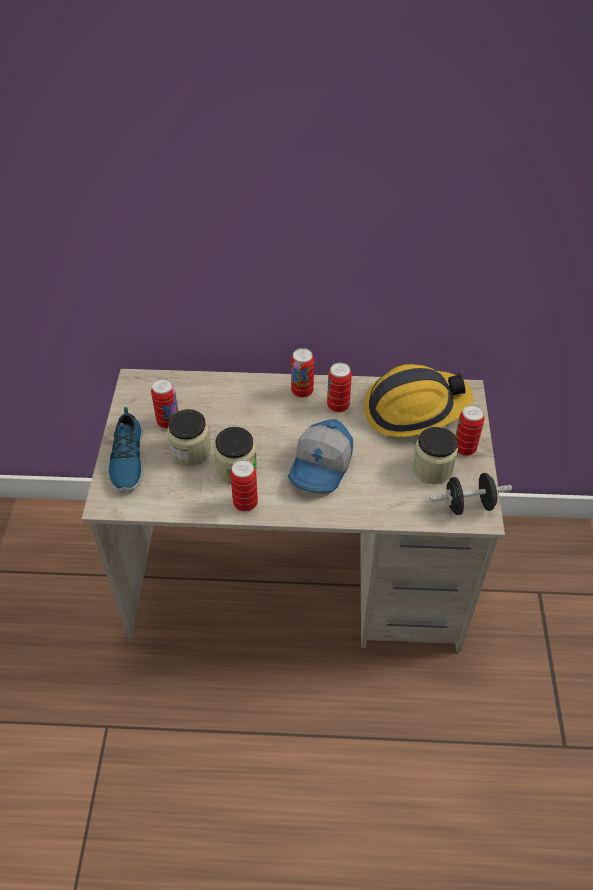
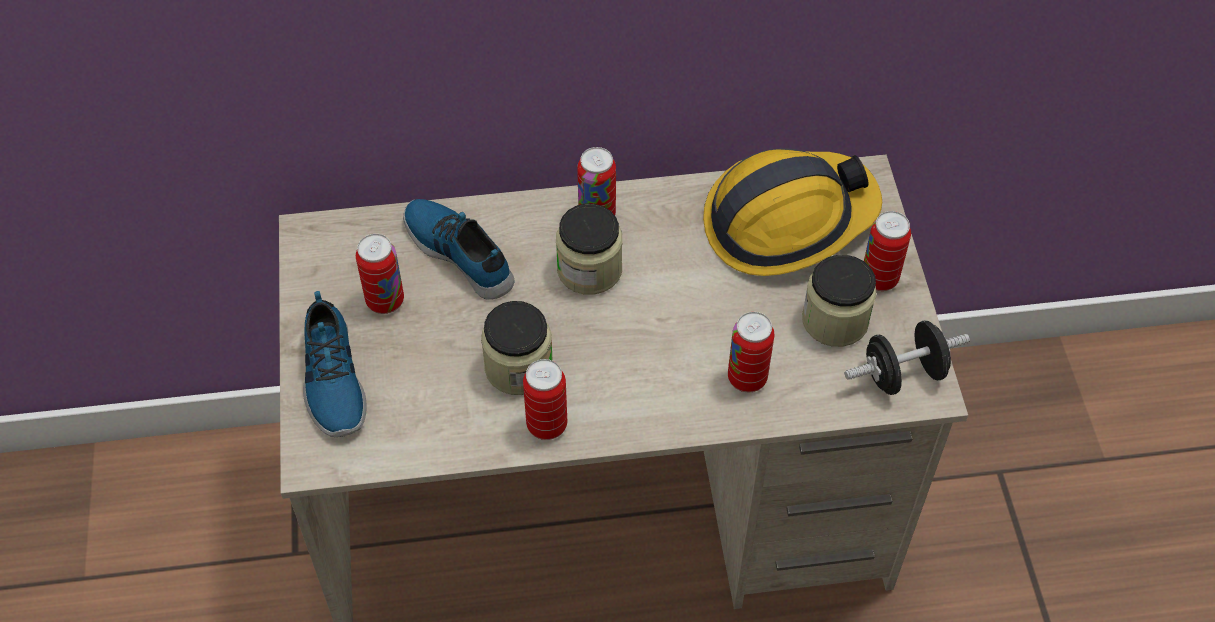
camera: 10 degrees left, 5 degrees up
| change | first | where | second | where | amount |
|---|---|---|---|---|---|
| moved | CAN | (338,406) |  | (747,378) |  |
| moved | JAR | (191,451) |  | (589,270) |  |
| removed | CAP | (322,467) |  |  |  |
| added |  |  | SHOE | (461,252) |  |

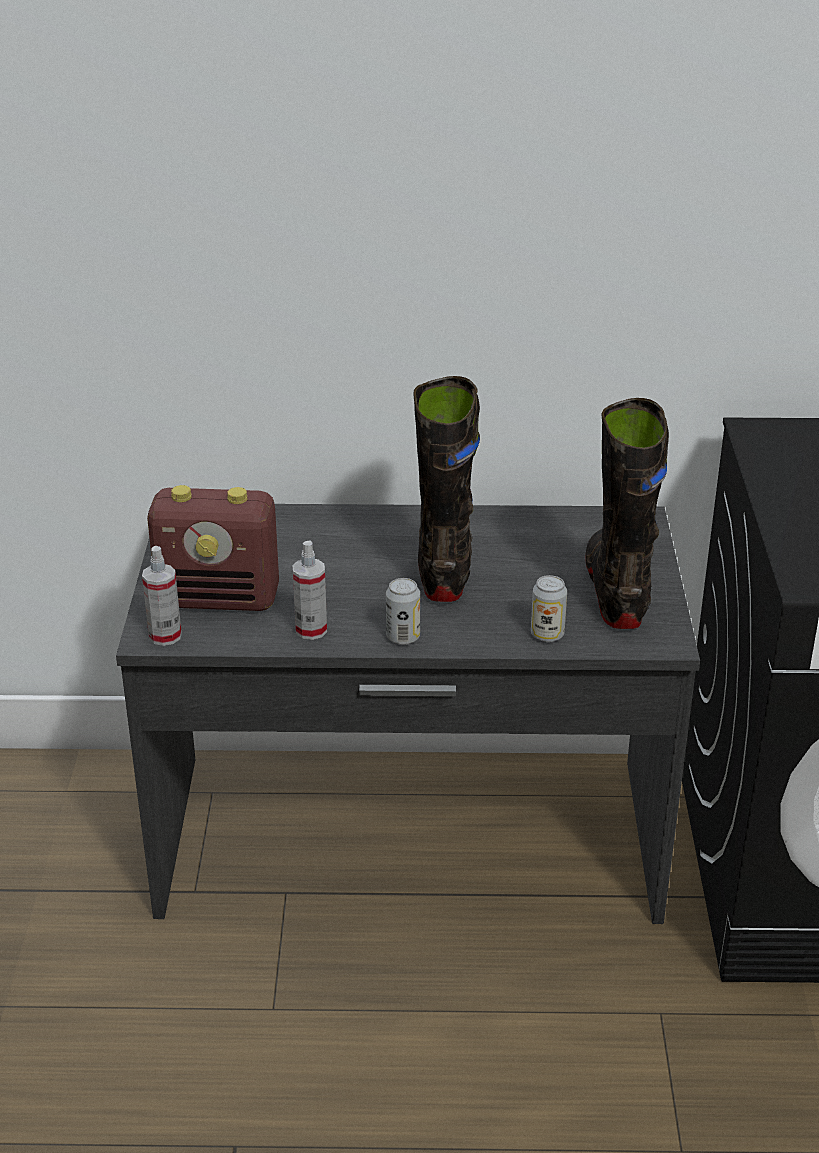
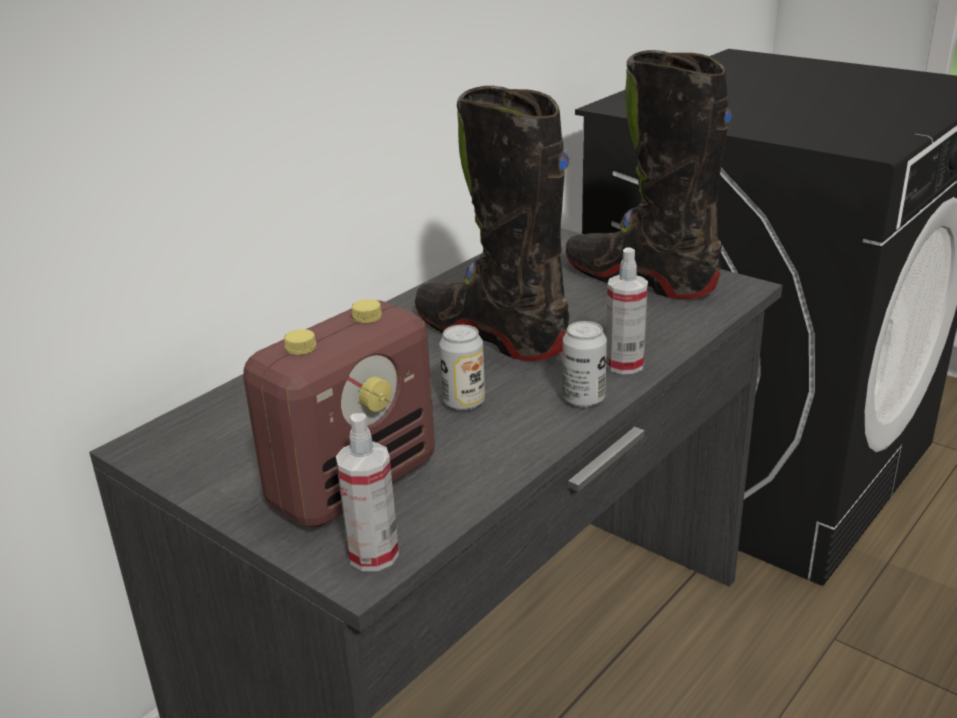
camera: 50 degrees left, 5 degrees down
| change | first | where | second | where | amount |
|---|---|---|---|---|---|
| moved | SPRAY BOTTLE | (311,630) |  | (624,364) |  |
| moved | CAN | (547,634) |  | (464,402) |  |

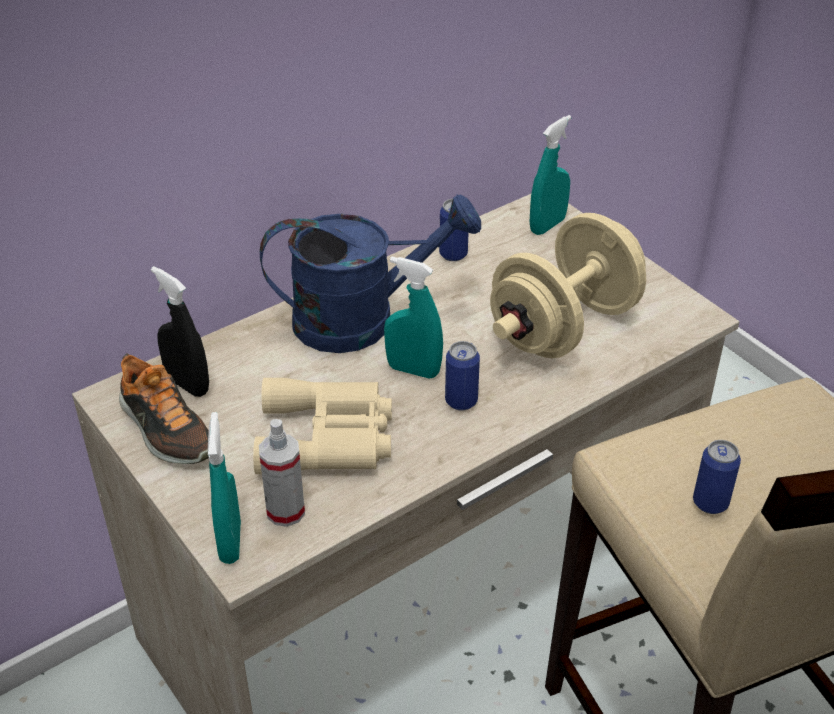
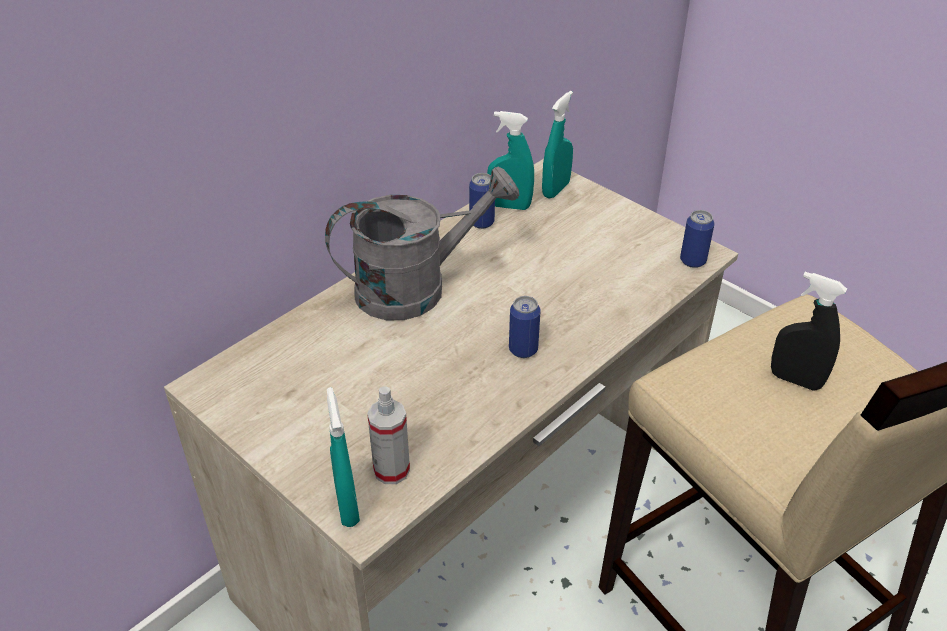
camera: 10 degrees left, 0 degrees up
| change | first | where | second | where | amount |
|---|---|---|---|---|---|
| recoloured | BLUE WATERING CAN | (362,318) | GREY WATERING CAN | (416,287) |  |
| removed | BEIGE DUMBBELL | (564,326) |  |  |  |
| moved | TURQUOISE SPRAY BOTTLE | (413,370) |  | (509,206) |  |
| moved | BLACK SPRAY BOTTLE | (187,384) |  | (795,380) |  |
| removed | SHOE | (166,430) |  |  |  |
| removed | BEIGE BINOCULARS | (329,437) |  |  |  |
| moved | CAN | (710,502) |  | (693,261) |  |

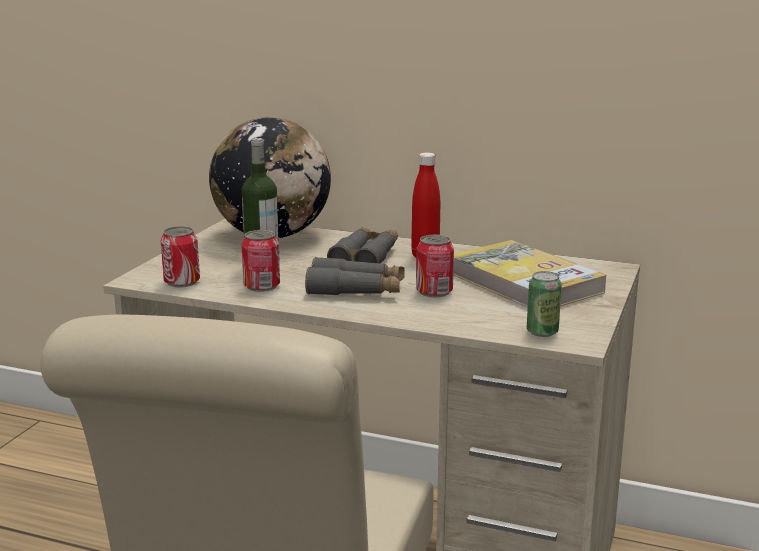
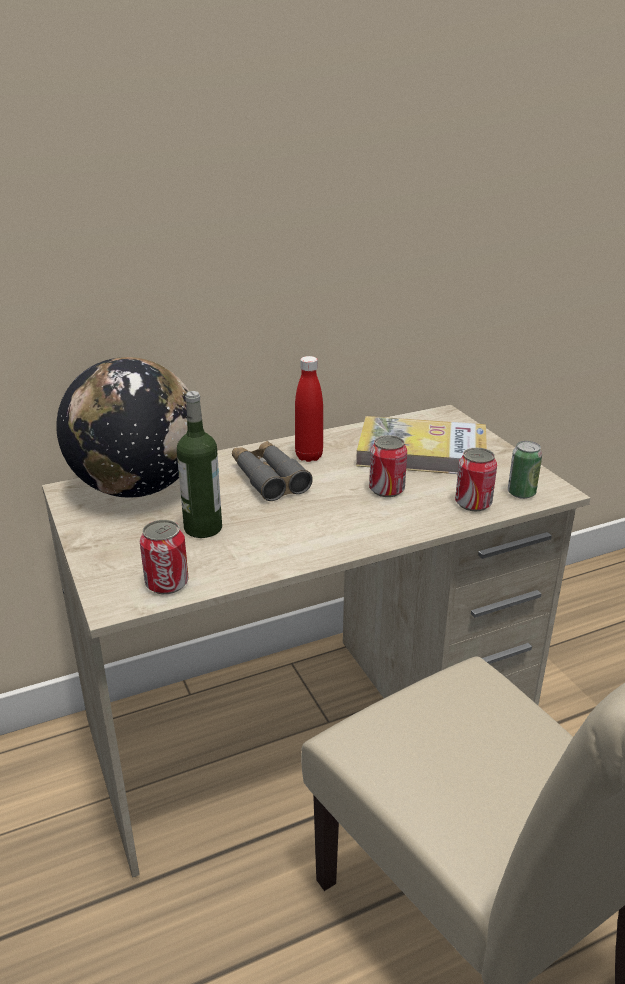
camera: 45 degrees left, 10 degrees up
| change | first | where | second | where | amount |
|---|---|---|---|---|---|
| moved | CAN | (262,286) |  | (473,503) |  |
| removed | GREY BINOCULARS | (356,290) |  |  |  |

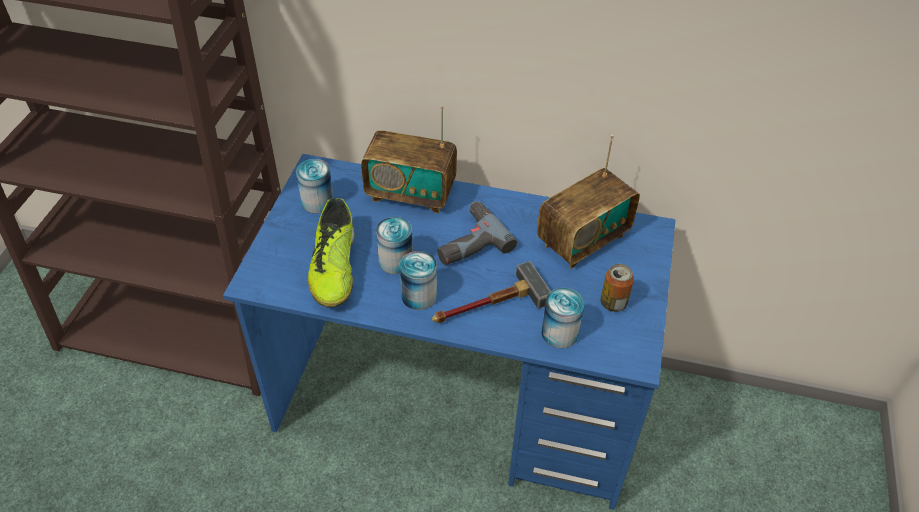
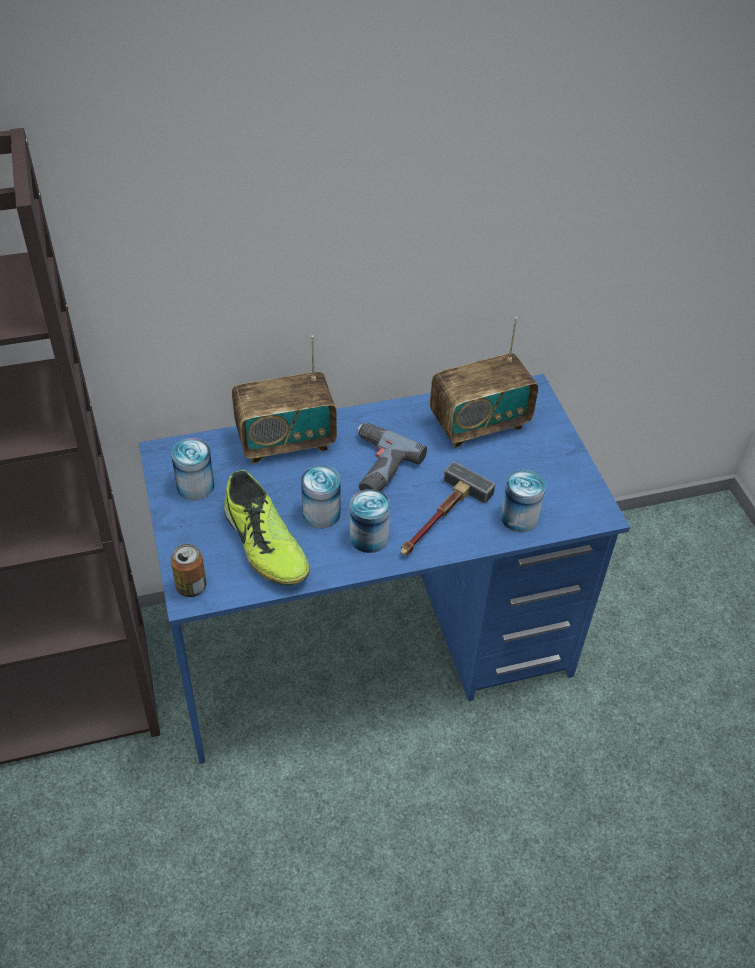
camera: 30 degrees left, 0 degrees up
| change | first | where | second | where | amount |
|---|---|---|---|---|---|
| turned | RADIO | (583,240) |  | (479,424) | 45 degrees clockwise |
| moved | CAN | (613,303) |  | (191,587) |  |

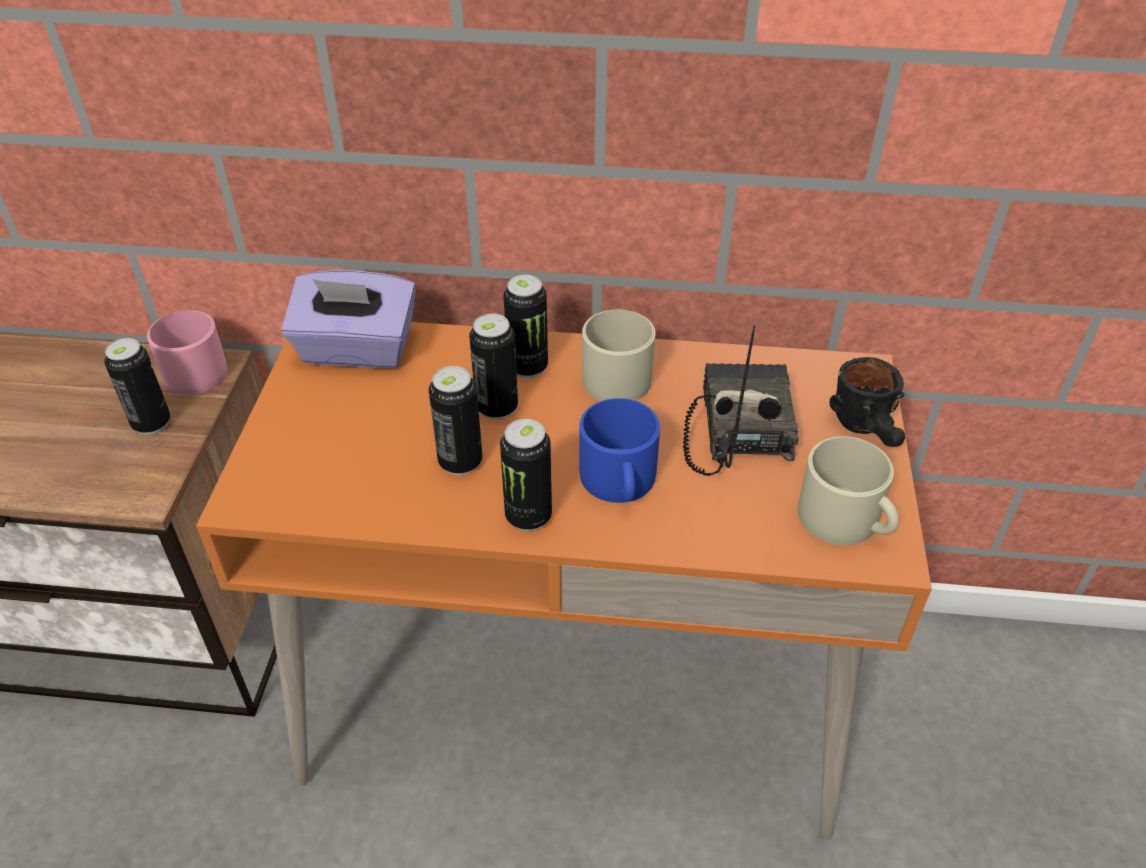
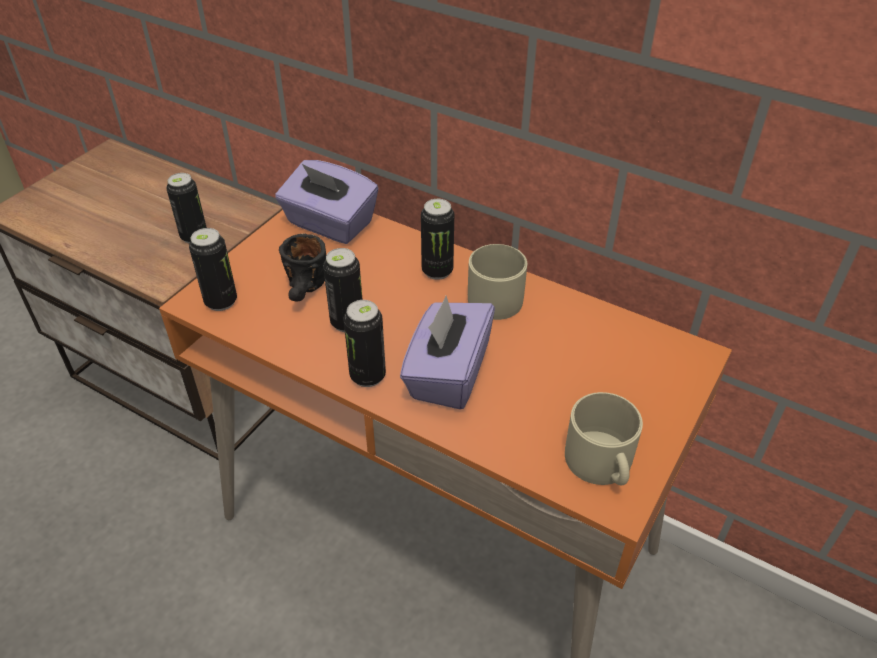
camera: 25 degrees right, 0 degrees up
| change | first | where | second | where | amount |
|---|---|---|---|---|---|
| removed | PINK MUG | (196,368) |  |  |  |
| moved | CAN | (497,407) |  | (221,301) |  |
| removed | RADIO | (736,428) |  |  |  |
| moved | BLACK MUG | (871,431) |  | (307,291) |  |
| replaced | BLUE MUG | (619,482) | PURPLE TISSUE BOX | (447,374) |  |

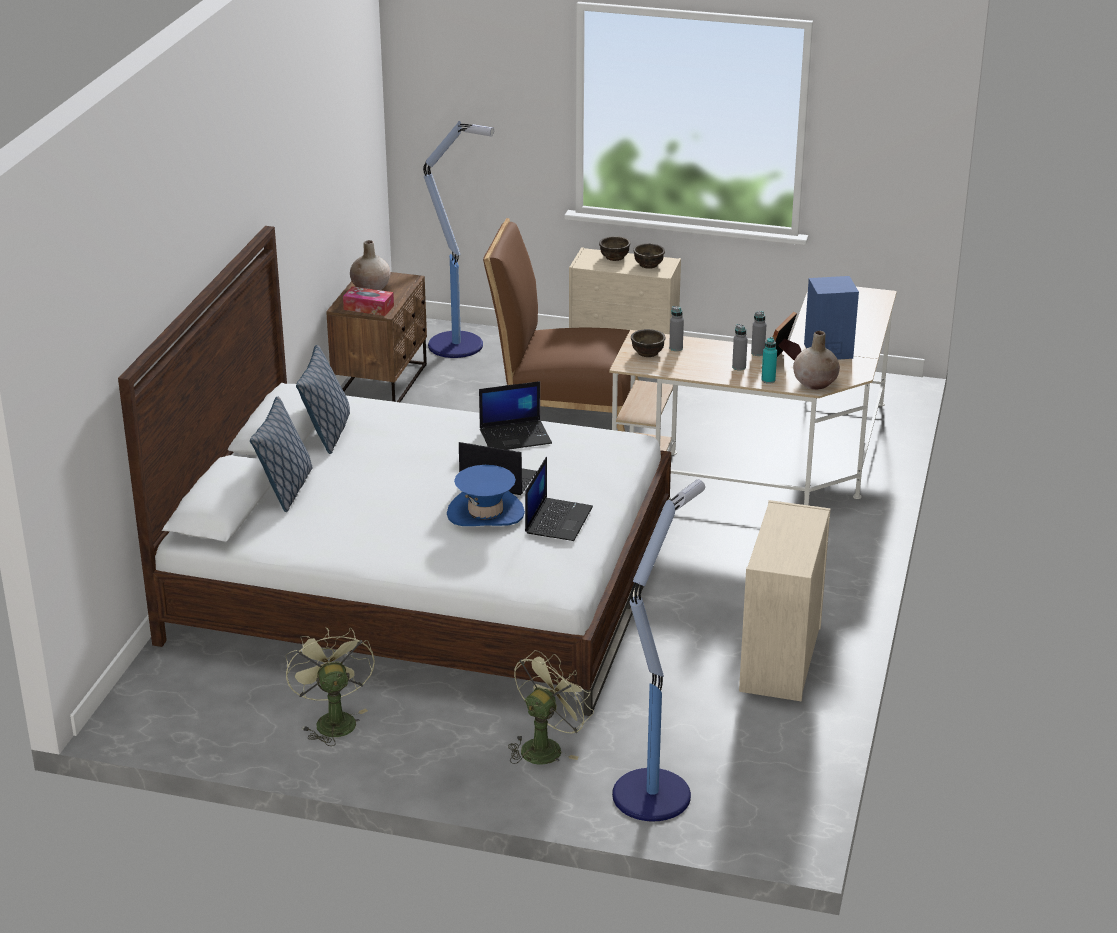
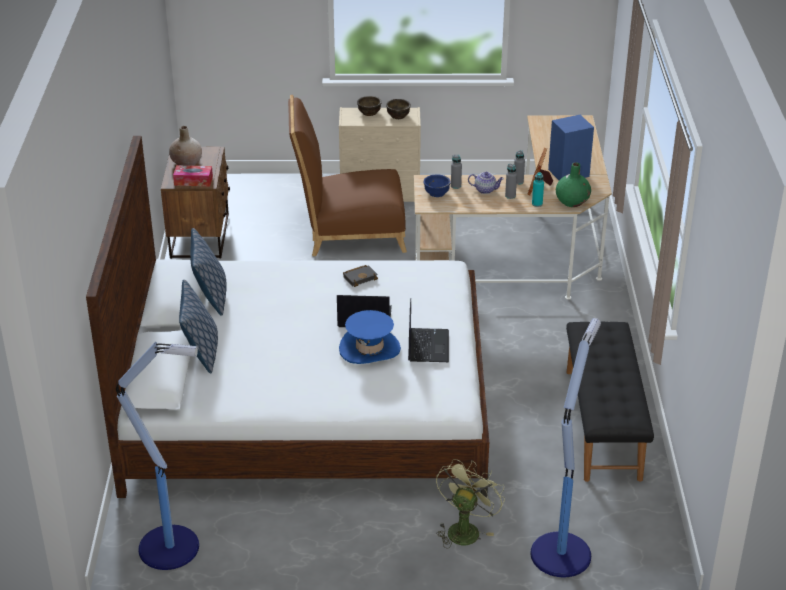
camera: 15 degrees left, 5 degrees up
| change | first | where | second | where | amount |
|---|---|---|---|---|---|
| moved | FLOOR LAMP | (457,345) |  | (171,547) |  |
| recoloured | BROWN BOWL | (647,353) | BLUE BOWL | (436,193) |  |
| recoloured | BEIGE VASE | (815,383) | GREEN VASE | (572,201) |  |
| replaced | LAPTOP | (516,436) | BLACK BOOK | (360,277) |  |
| replaced | BEIGE DRESSER | (780,660) | BLACK BENCH | (604,423) |  |
| removed | GREEN FAN | (332,720) |  |  |  |
| added |  |  | TEAPOT | (485,190) |  |

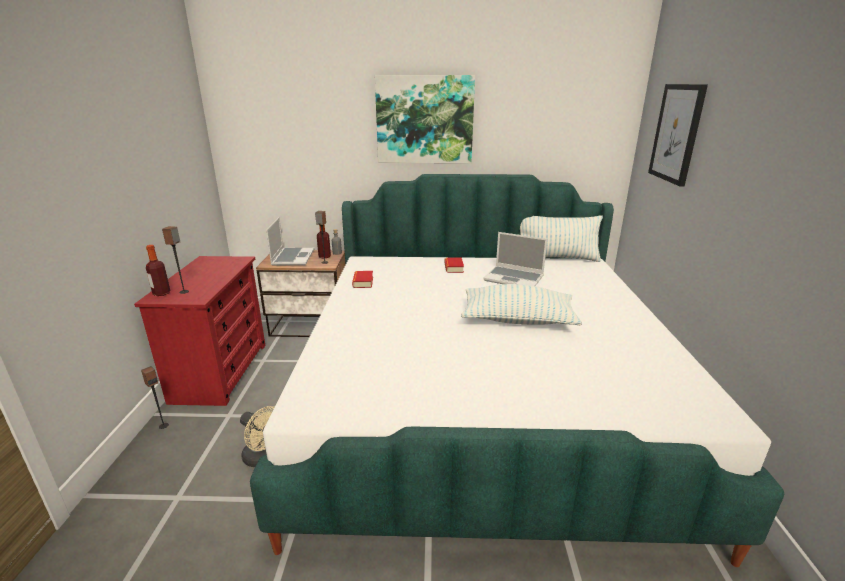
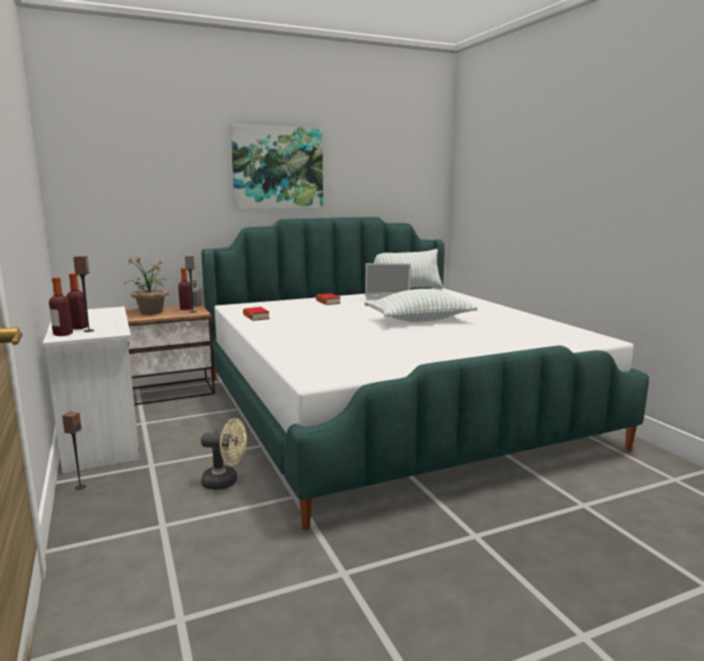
camera: 25 degrees left, 10 degrees down
| change | first | where | second | where | amount |
|---|---|---|---|---|---|
| removed | PICTURE | (677,133) |  |  |  |
| replaced | LAPTOP | (292,257) | POTTED PLANT | (151,312) |  |
| recoloured | RED DRESSER | (221,371) | WHITE DRESSER | (102,439) |  |
| added |  |  | BOTTLE | (79,327) |  |

